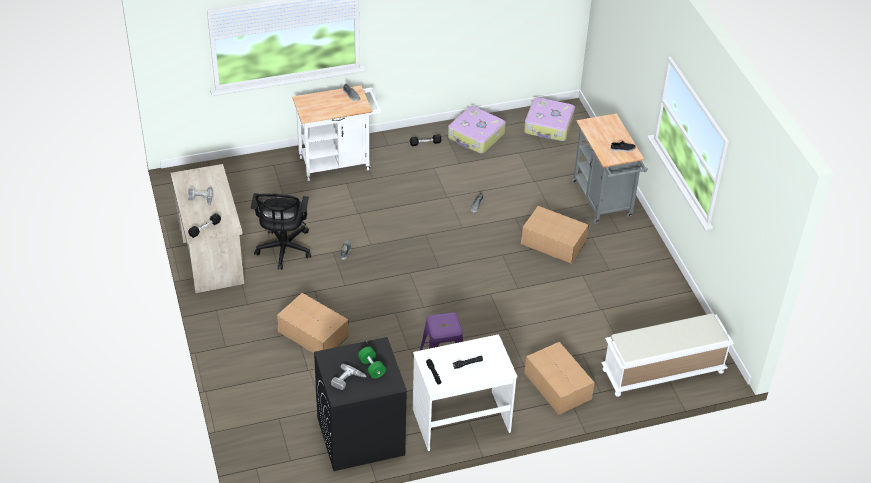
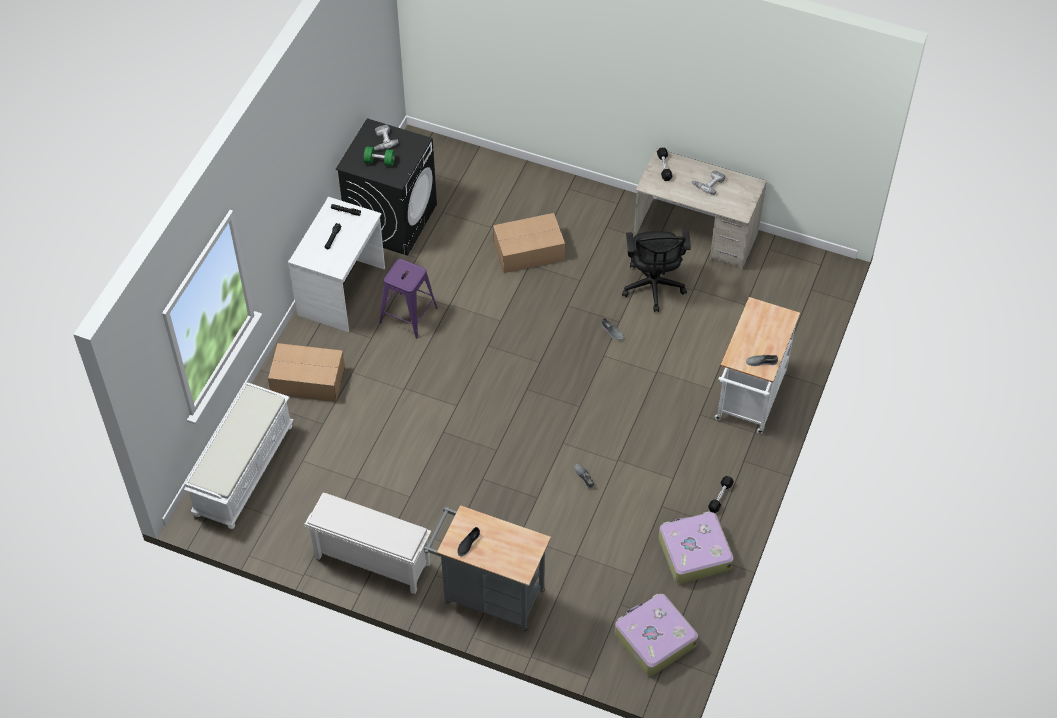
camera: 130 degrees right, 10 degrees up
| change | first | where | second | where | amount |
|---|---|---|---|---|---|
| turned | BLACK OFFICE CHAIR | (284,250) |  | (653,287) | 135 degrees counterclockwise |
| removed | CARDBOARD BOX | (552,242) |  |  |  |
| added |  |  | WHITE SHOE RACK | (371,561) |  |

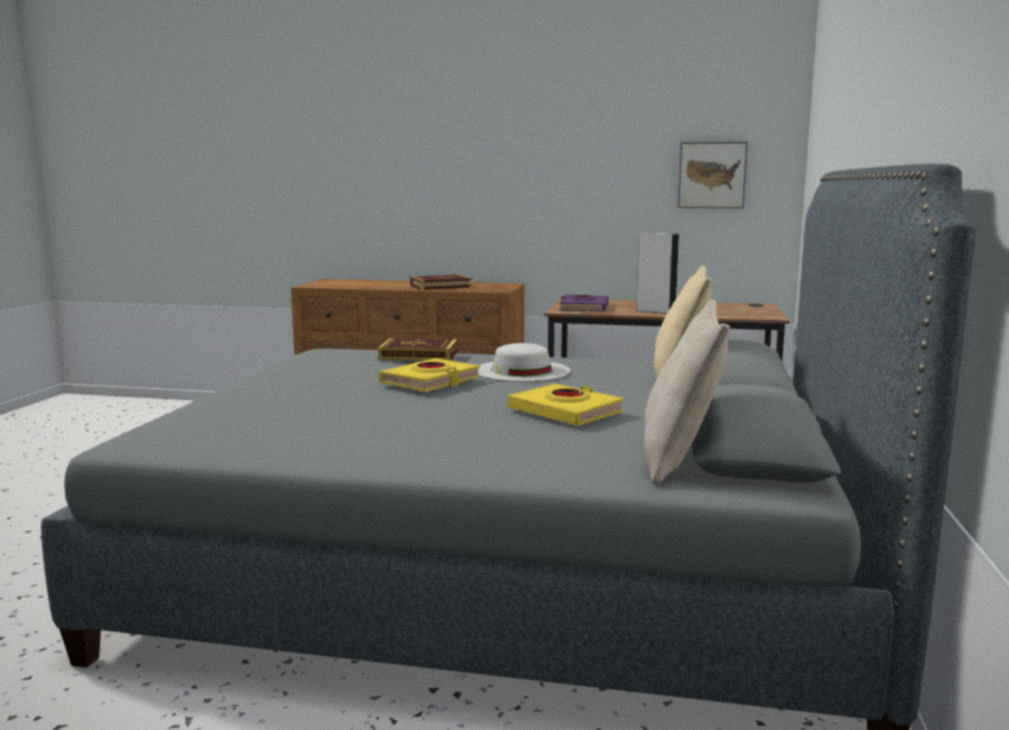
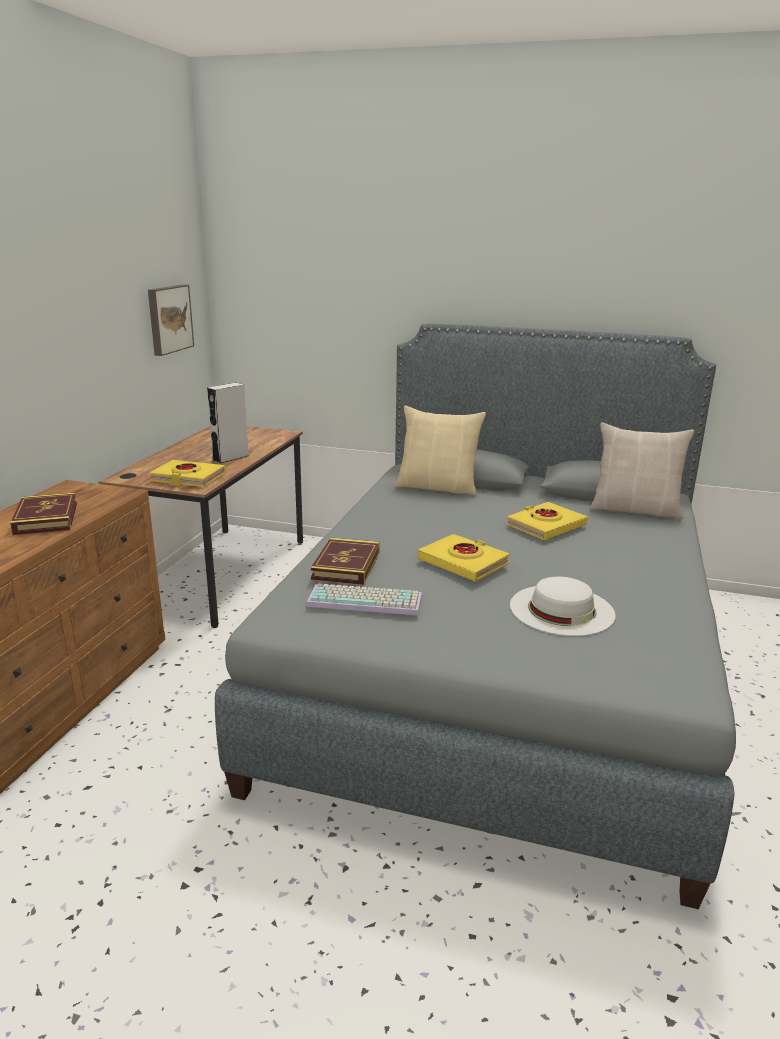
camera: 85 degrees left, 10 degrees up
| change | first | where | second | where | amount |
|---|---|---|---|---|---|
| recoloured | PURPLE BOOK | (583,308) | YELLOW BOOK | (188,478) |  |
| moved | WHITE HAT | (521,370) |  | (562,609) |  |
| added |  |  | KEYBOARD | (367,600) |  |

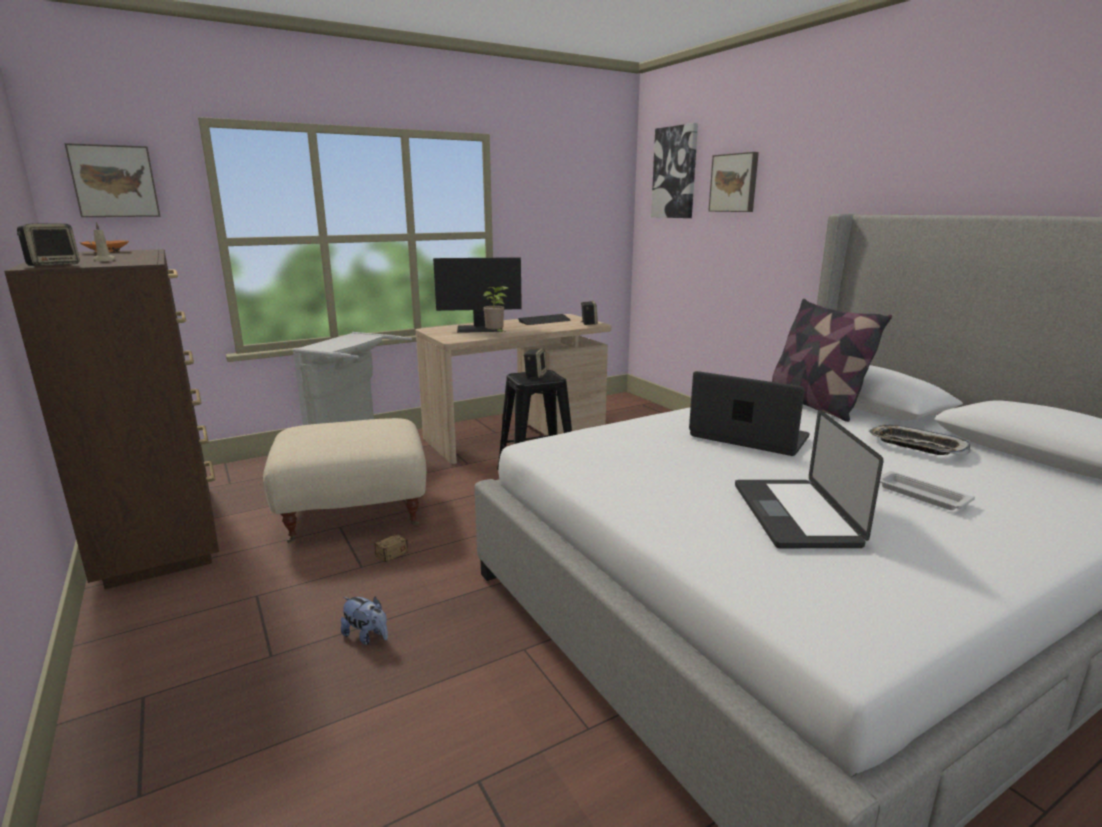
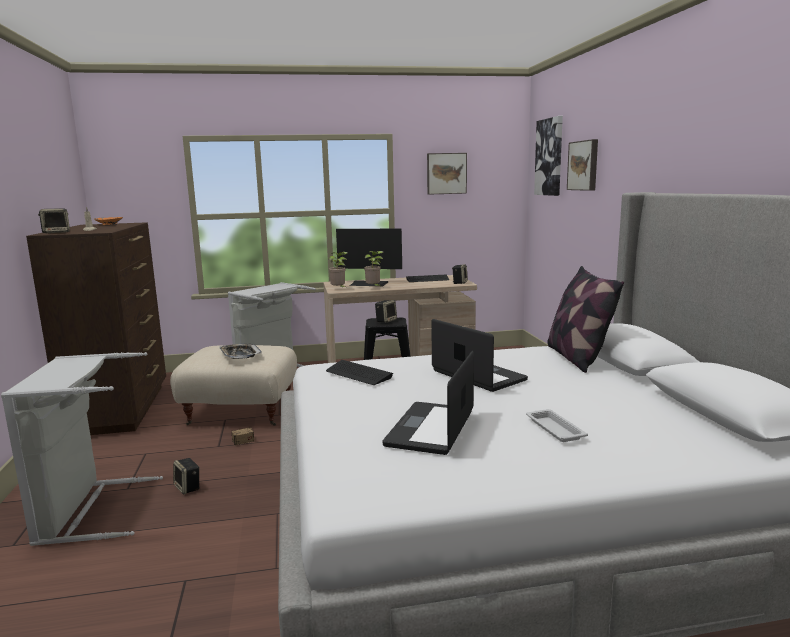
camera: 20 degrees right, 5 degrees down
| change | first | where | second | where | amount |
|---|---|---|---|---|---|
| moved | PICTURE | (115,181) |  | (446,173) |  |
| moved | TRAY | (916,446) |  | (240,355) |  |
| replaced | PLUSH TOY | (367,636) | SPEAKER | (188,487) |  |
| added |  |  | POTTED PLANT | (339,290) |  |
| added |  |  | GREY LAUNDRY BASKET | (88,511) |  |
| added |  |  | KEYBOARD | (358,374) |  |

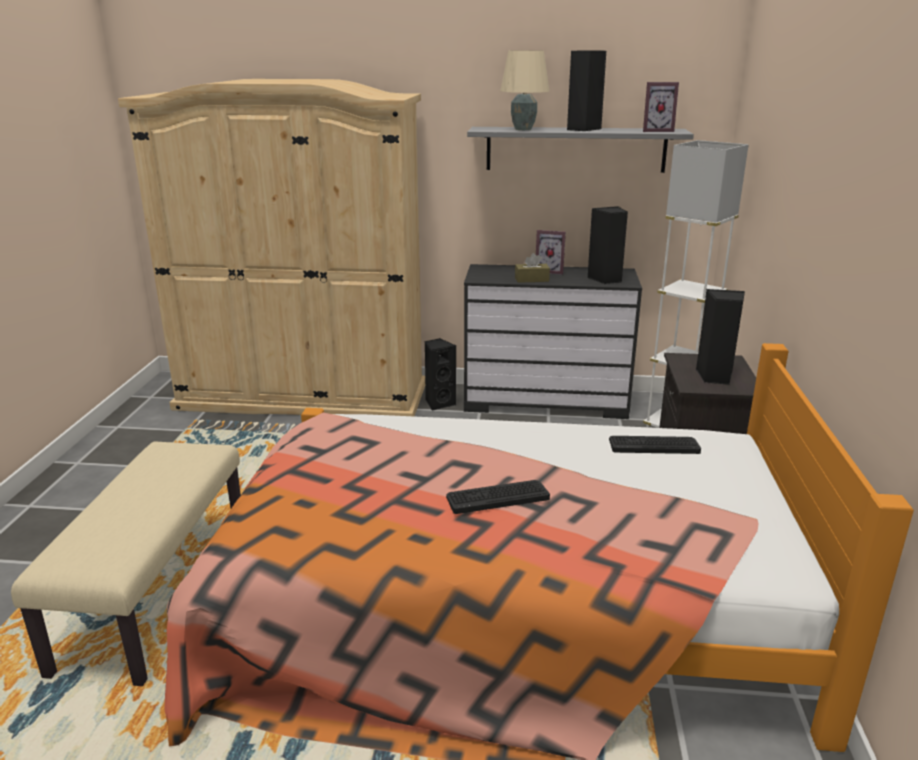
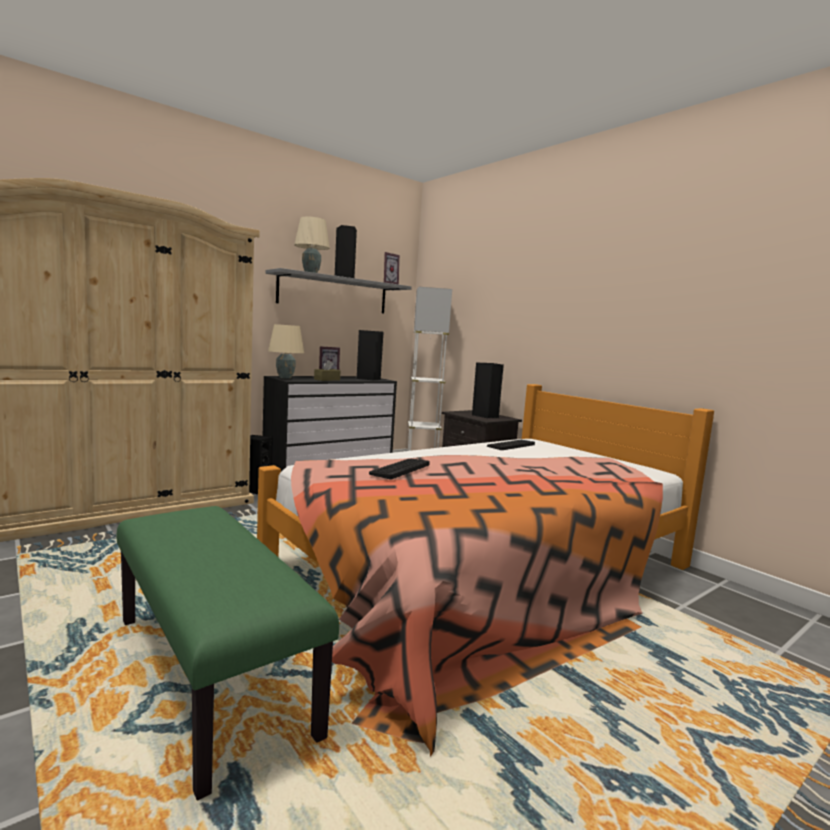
camera: 45 degrees left, 15 degrees down
| change | first | where | second | where | amount |
|---|---|---|---|---|---|
| recoloured | BEIGE BENCH | (158,593) | GREEN BENCH | (213,673) |  |
| moved | KEYBOARD | (497,497) |  | (400,469) |  |
| added |  |  | BEIGE TABLE LAMP | (285,378) |  |

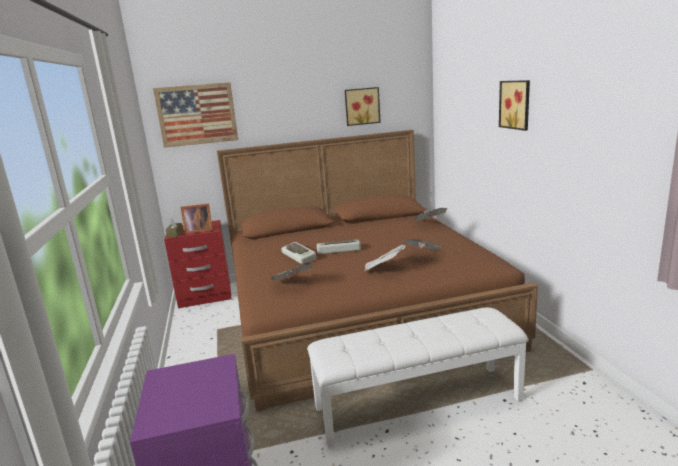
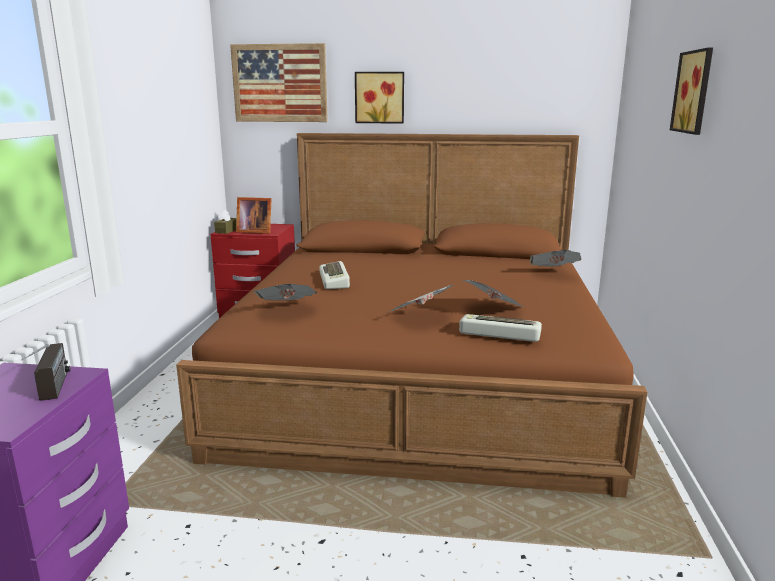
camera: 20 degrees right, 0 degrees up
| change | first | where | second | where | amount |
|---|---|---|---|---|---|
| moved | PICTURE | (362,106) |  | (379,97) |  |
| moved | KEYBOARD | (338,250) |  | (498,333) |  |
| removed | WHITE BENCH | (417,403) |  |  |  |
| added |  |  | RADIO | (53,392) |  |

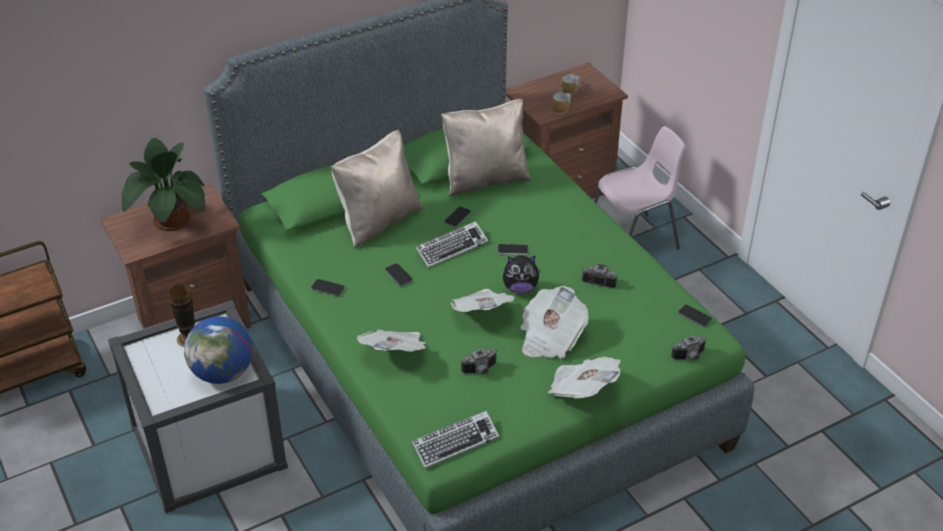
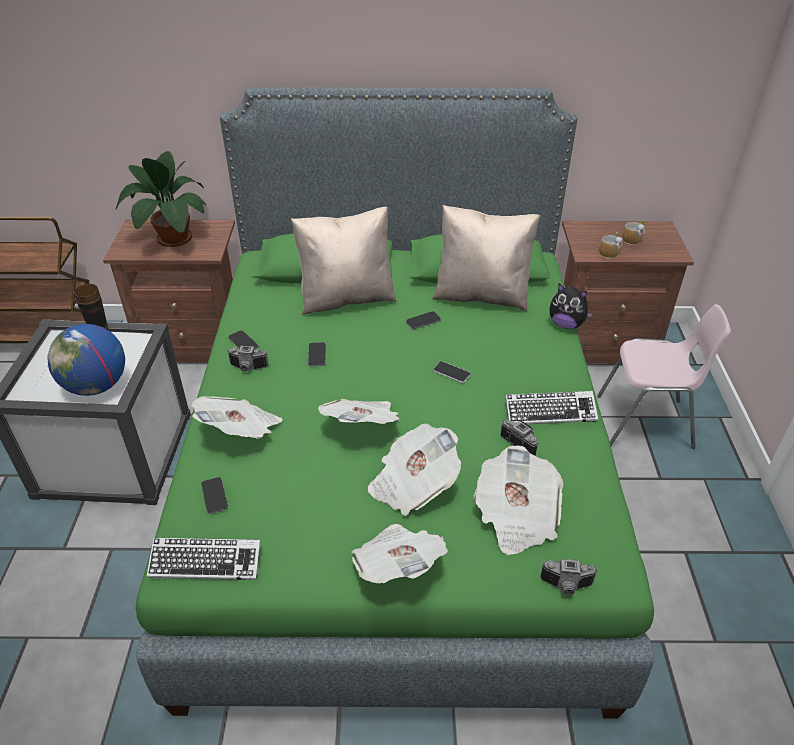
camera: 30 degrees right, 0 degrees up
| change | first | where | second | where | amount |
|---|---|---|---|---|---|
| moved | KEYBOARD | (451,248) |  | (550,412) |  |
| moved | PLUSH TOY | (520,288) |  | (566,324) |  |
| moved | PHONE | (694,317) |  | (214,496) |  |
| moved | PHOTO CAMERA | (481,370) |  | (247,368) |  |
| added |  |  | NEWSPAPER | (516,516) |  |

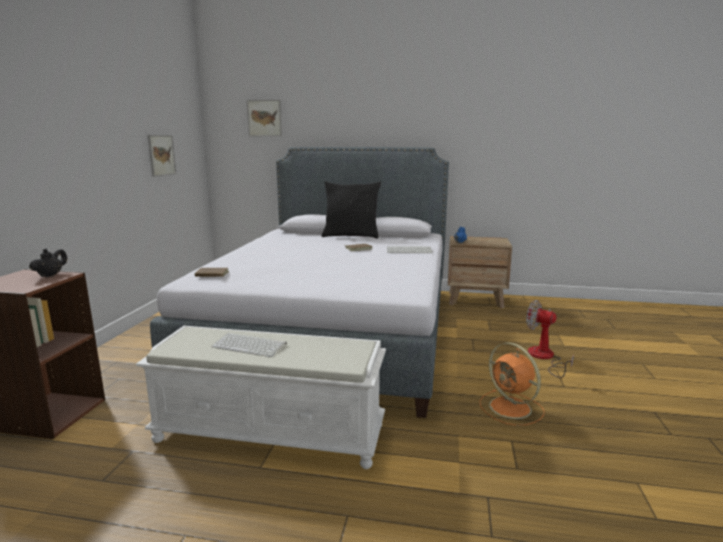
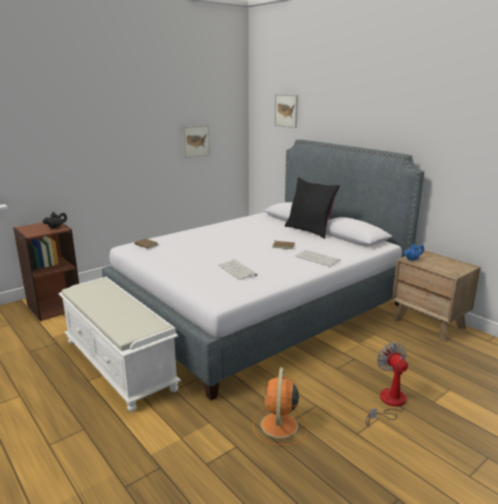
camera: 40 degrees right, 5 degrees up
| change | first | where | second | where | amount |
|---|---|---|---|---|---|
| moved | KEYBOARD | (250,345) |  | (238,270) |  |

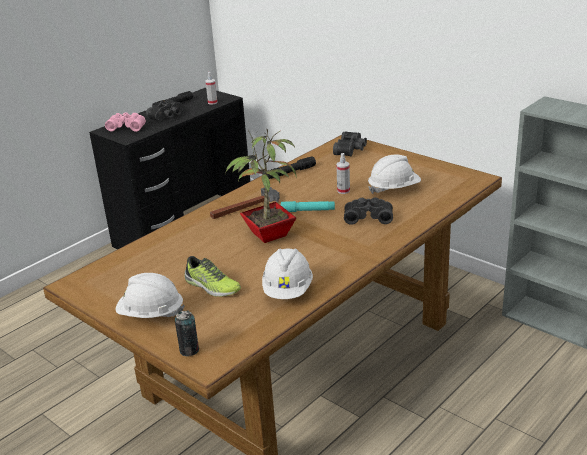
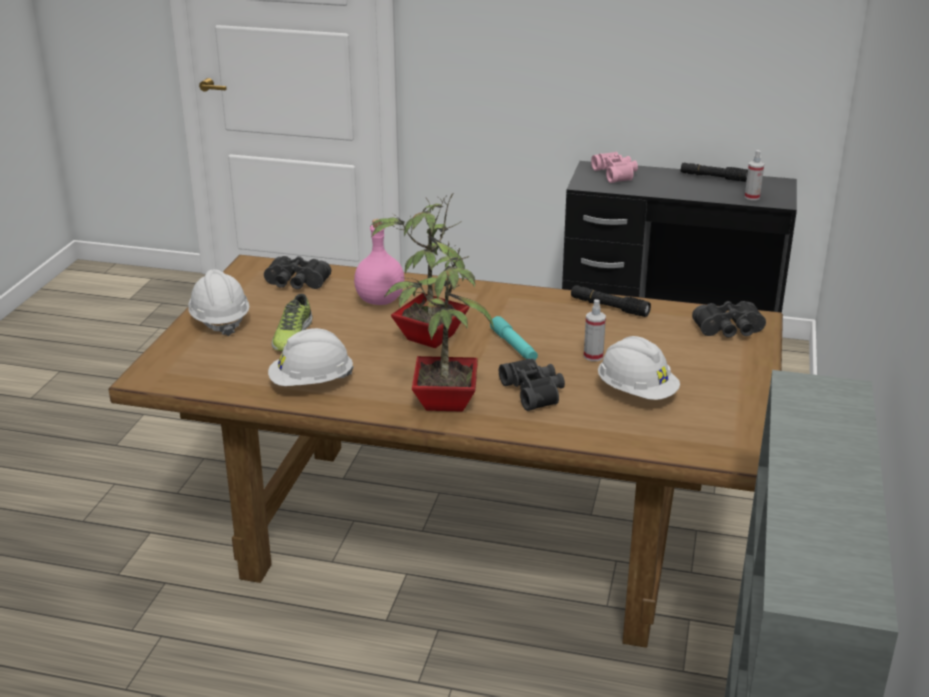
camera: 60 degrees right, 0 degrees up
| change | first | where | second | where | amount |
|---|---|---|---|---|---|
| moved | BLACK BINOCULARS | (168,116) |  | (296,284) |  |
| removed | HAMMER | (245,208) |  |  |  |
| removed | CAN | (189,350) |  |  |  |
| added |  |  | PINK BOTTLE | (379,301) |  |
| added |  |  | POTTED PLANT | (441,402) |  |

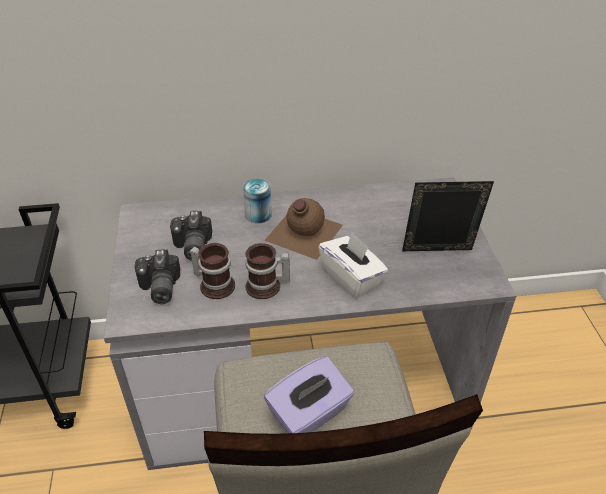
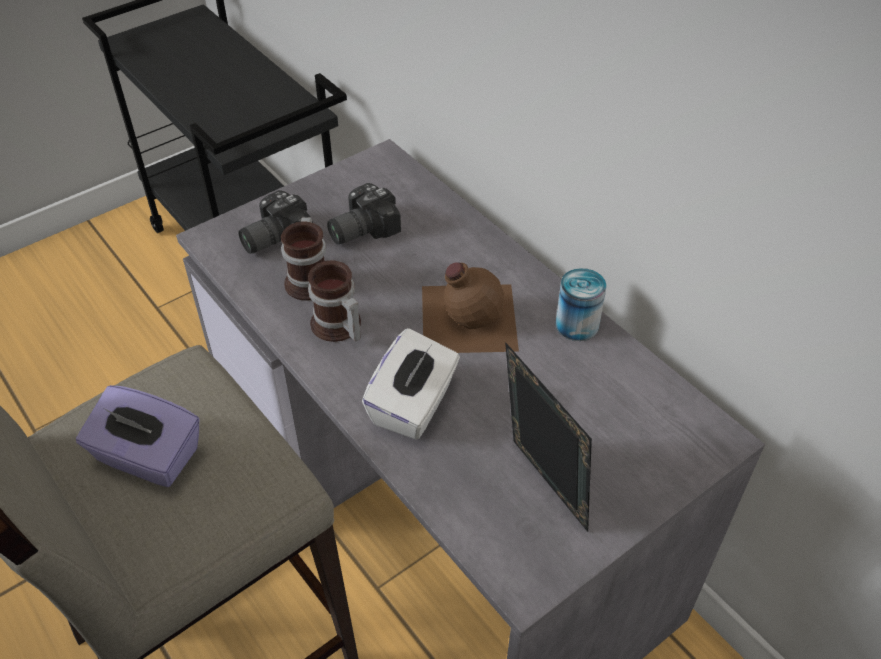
camera: 60 degrees right, 5 degrees up
| change | first | where | second | where | amount |
|---|---|---|---|---|---|
| moved | CAN | (258,214) |  | (577,325) |  |

